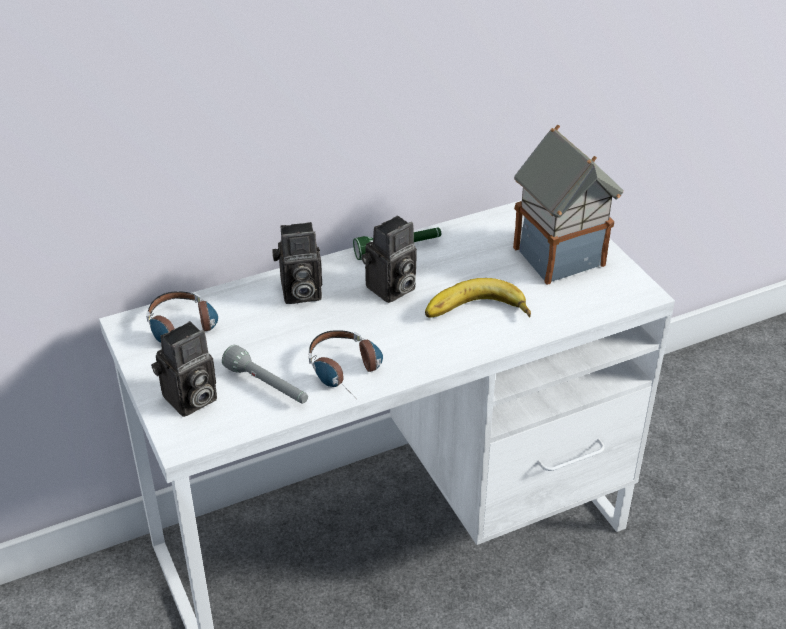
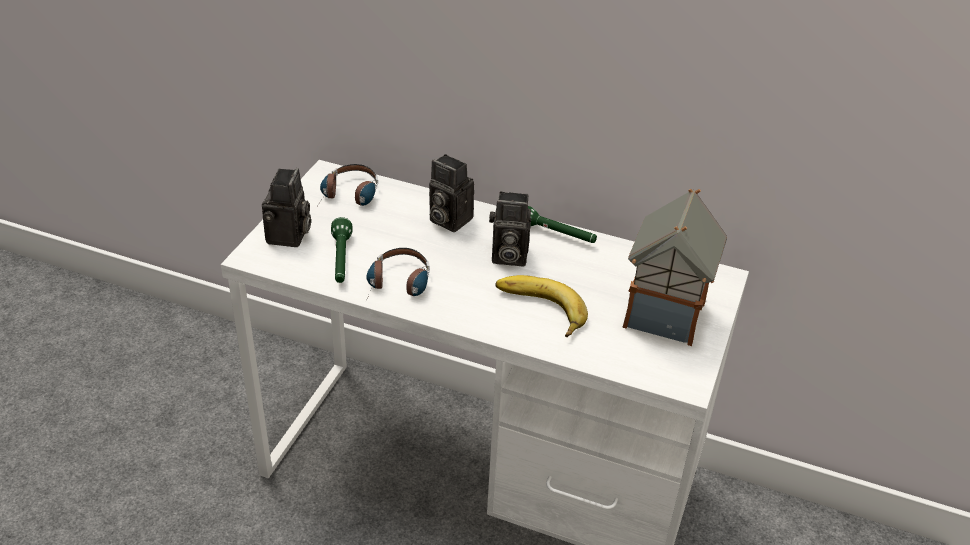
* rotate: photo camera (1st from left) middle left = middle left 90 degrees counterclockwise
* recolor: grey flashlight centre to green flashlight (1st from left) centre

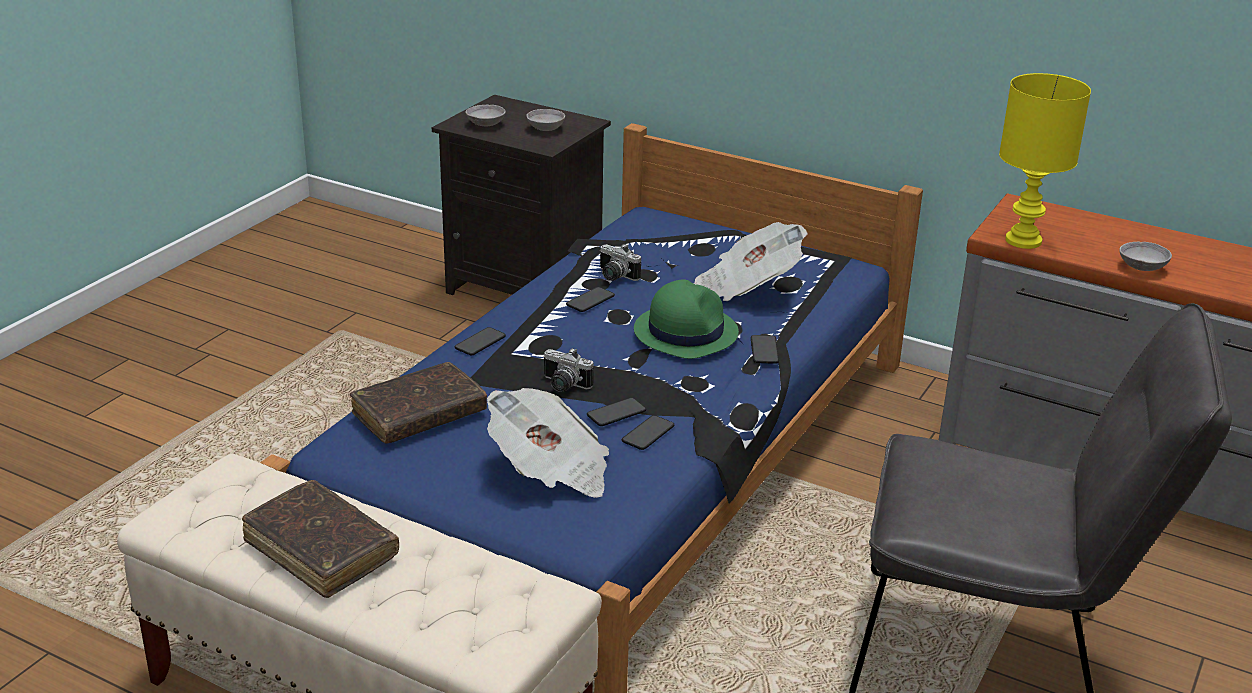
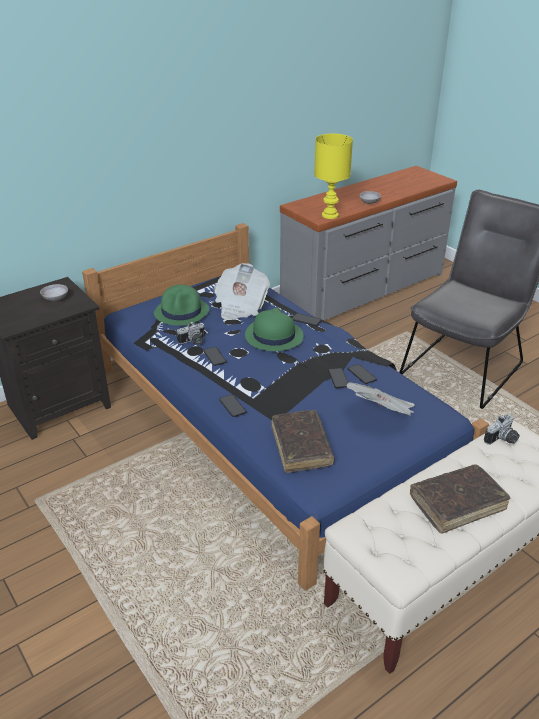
* insert: green hat (1st from left) centre
* move: photo camera (1st from left in the first image) centre to photo camera (2nd from left) middle right
* delete: grey bowl (1st from left) top centre

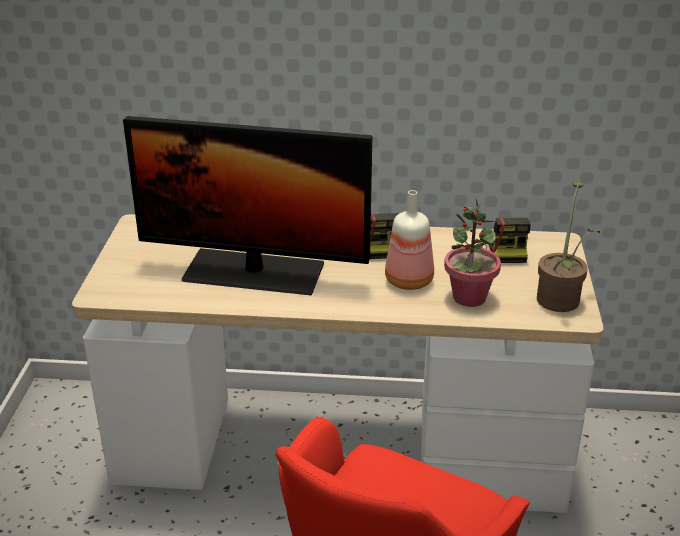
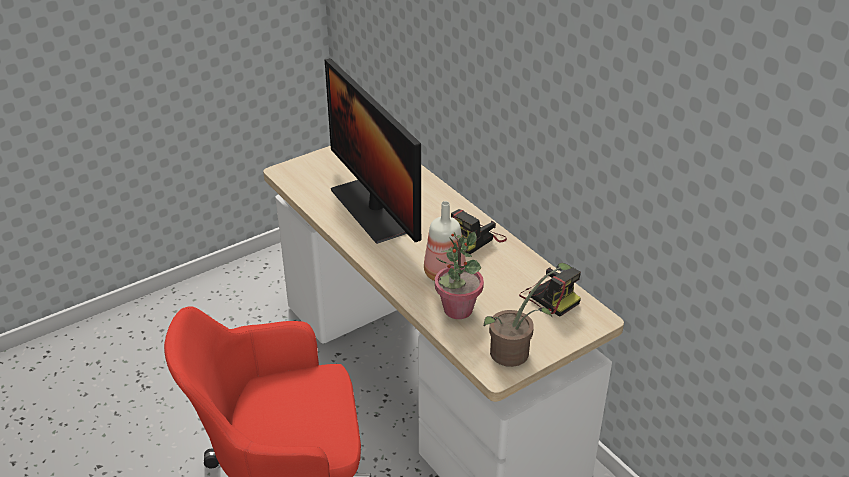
* rotate: photo camera (2nd from left) middle right = centre 90 degrees counterclockwise

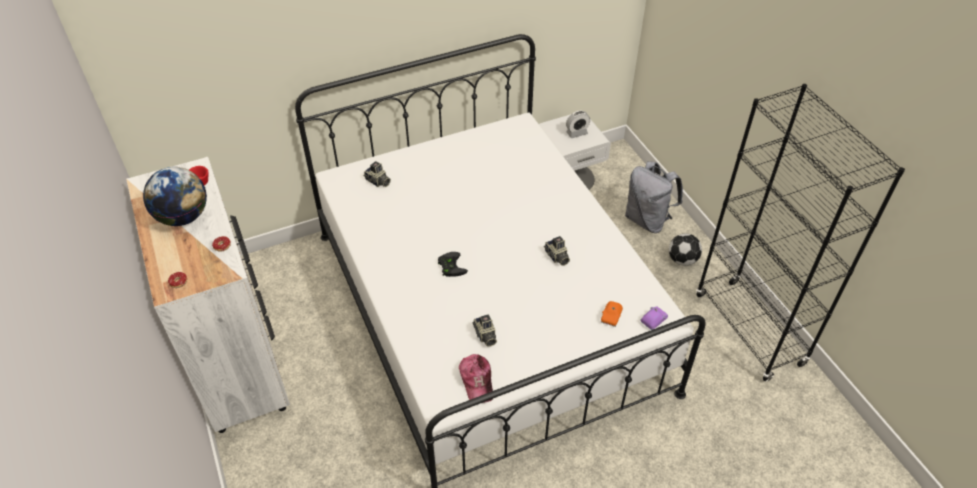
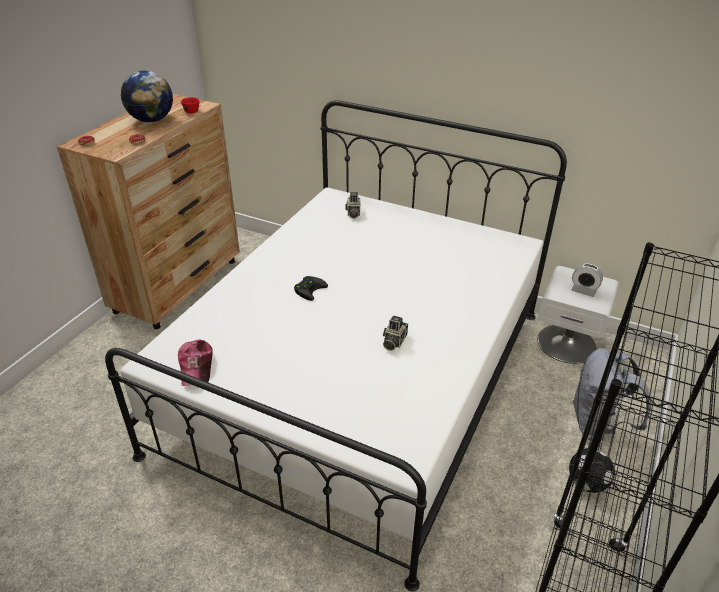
* recolor: white dresser middle left to brown dresser middle left
* rotate: cap bottom centre = middle left 45 degrees counterclockwise
* delete: photo camera (2nd from left) bottom centre
* delete: orange toy car centre
* delete: purple toy car middle right

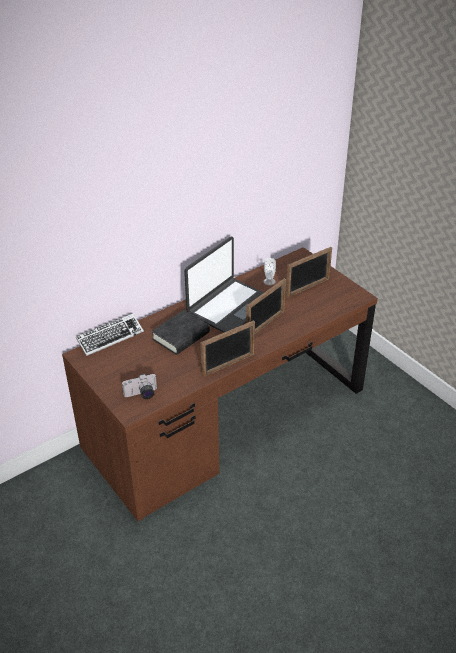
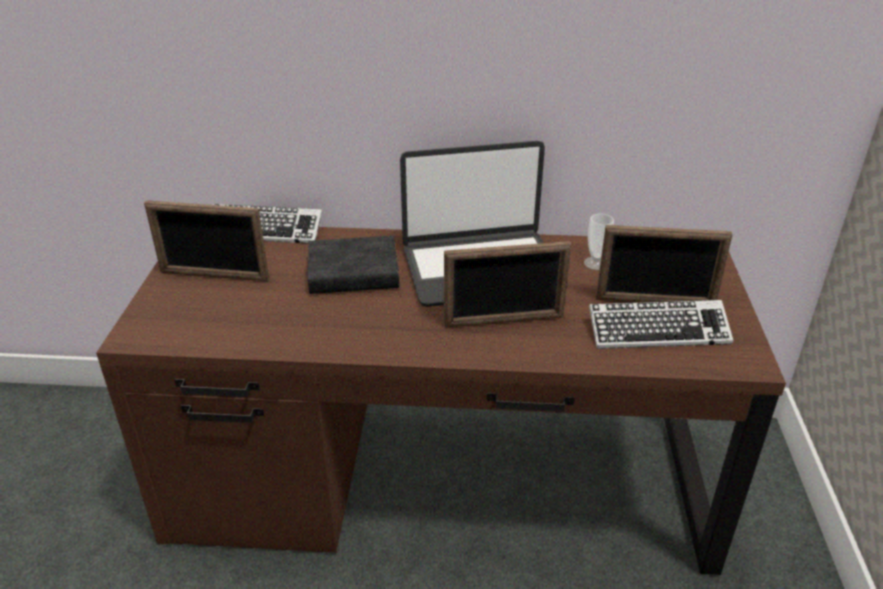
* move: picture frame (1st from left) centre to middle left
* insert: keyboard (2nd from left) middle right
* delete: photo camera middle left

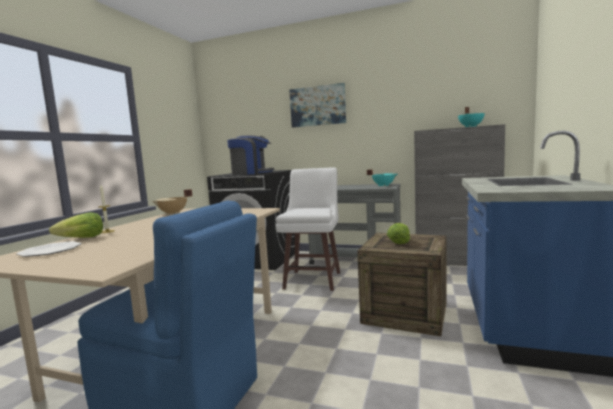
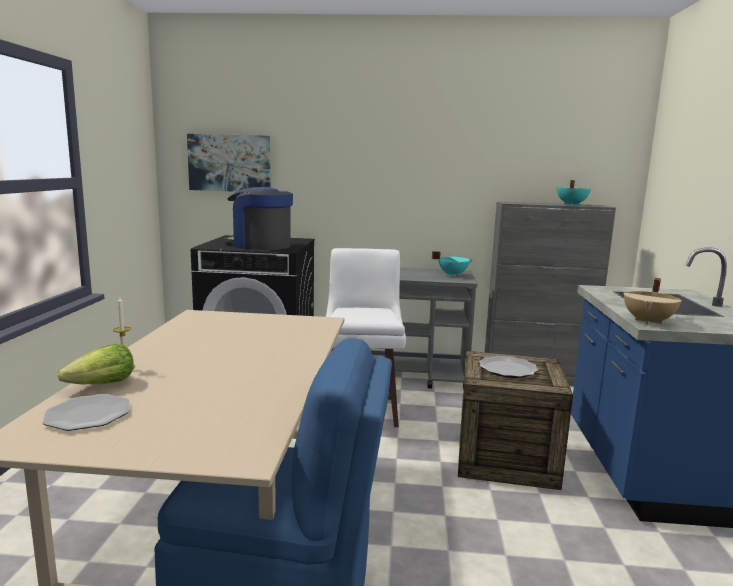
* move: picture top centre to top left
* rotate: coffee machine centre = centre 150 degrees counterclockwise
* replace: lettuce (2nd from left) centre to plate (2nd from left) middle right
* move: beige cooking pot middle left to middle right

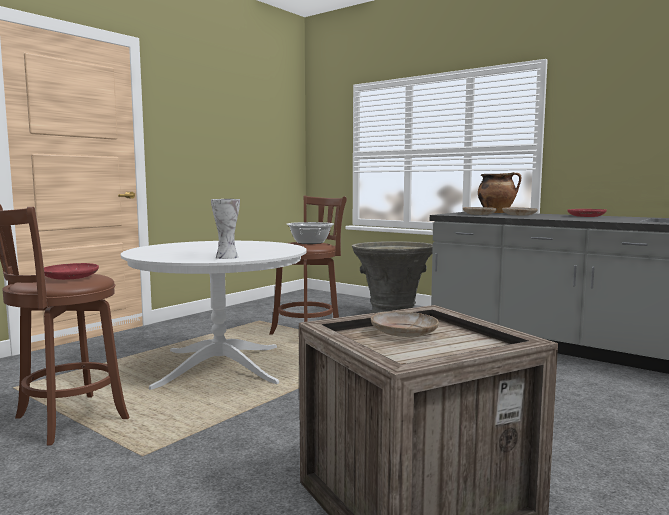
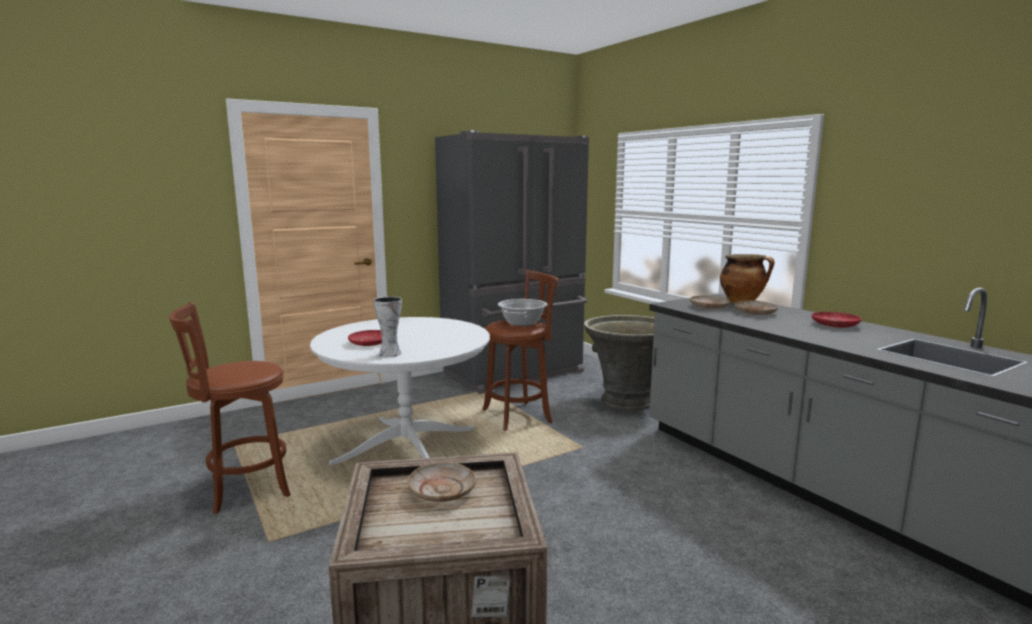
* move: red plate (1st from left) middle left to centre
* insert: grey fridge centre

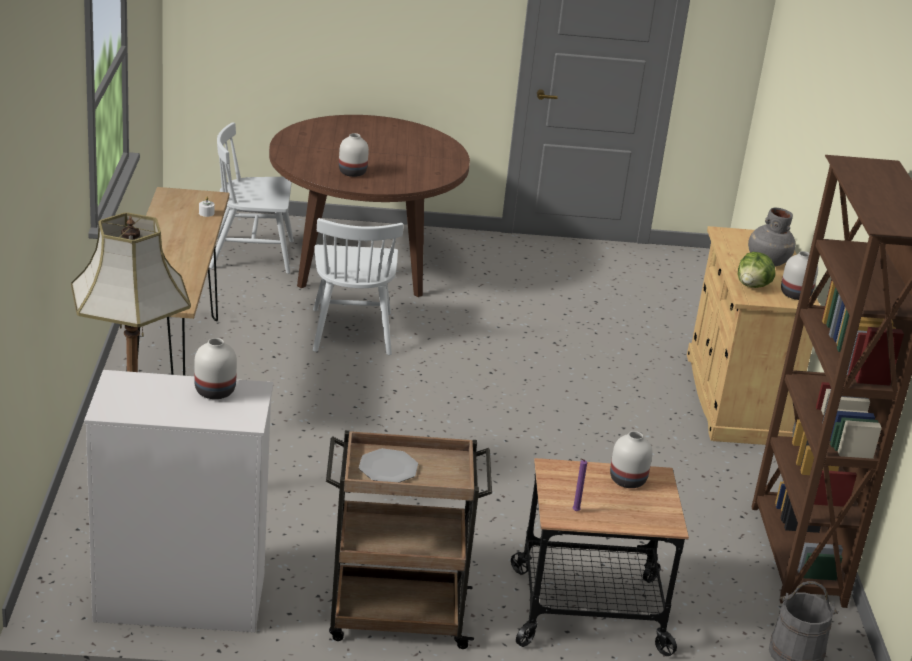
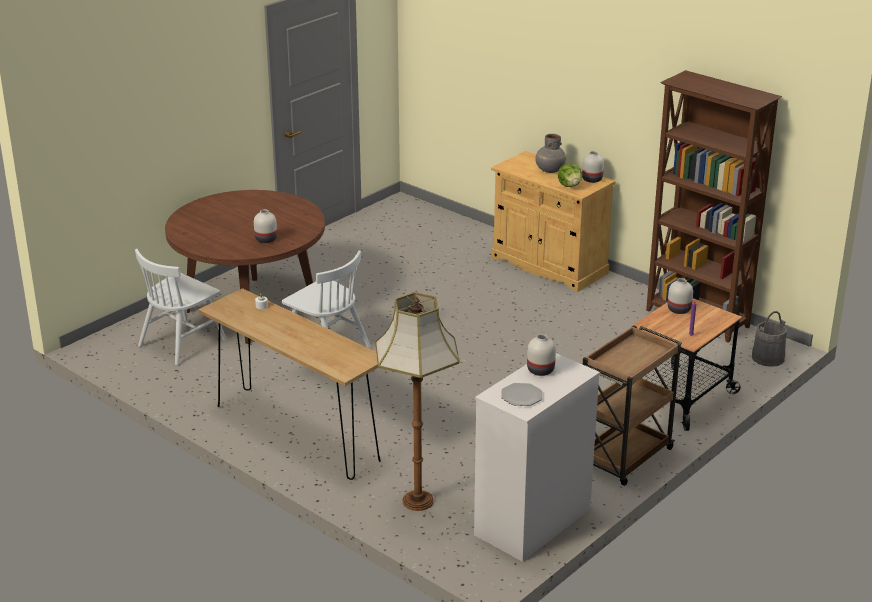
* move: plate bottom centre to centre

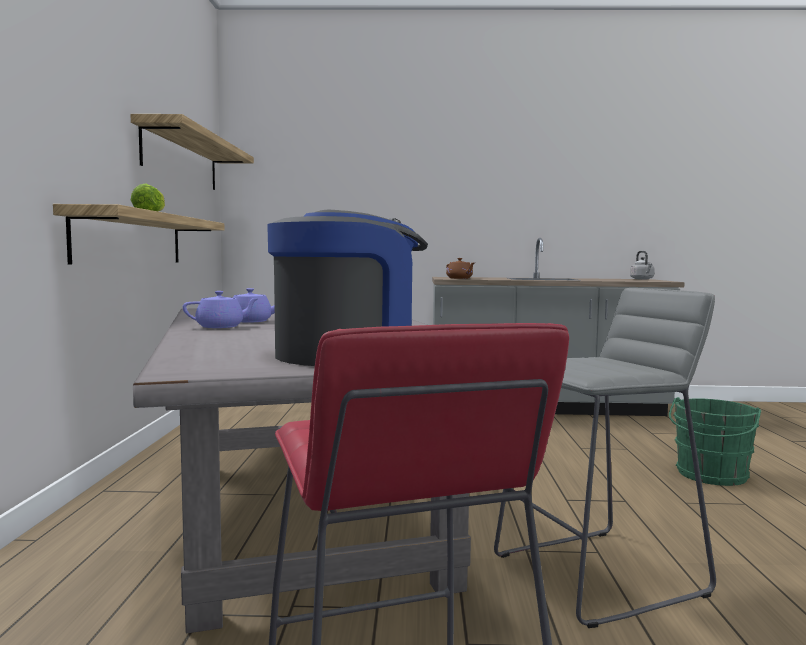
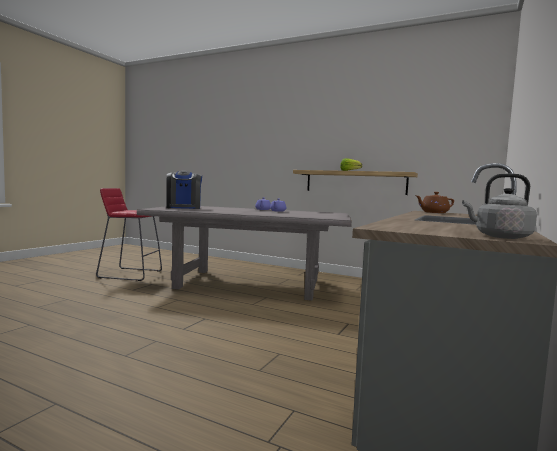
* delete: shelf (2nd from left) top left
* delete: grey stool bottom right
* delete: green bucket bottom right

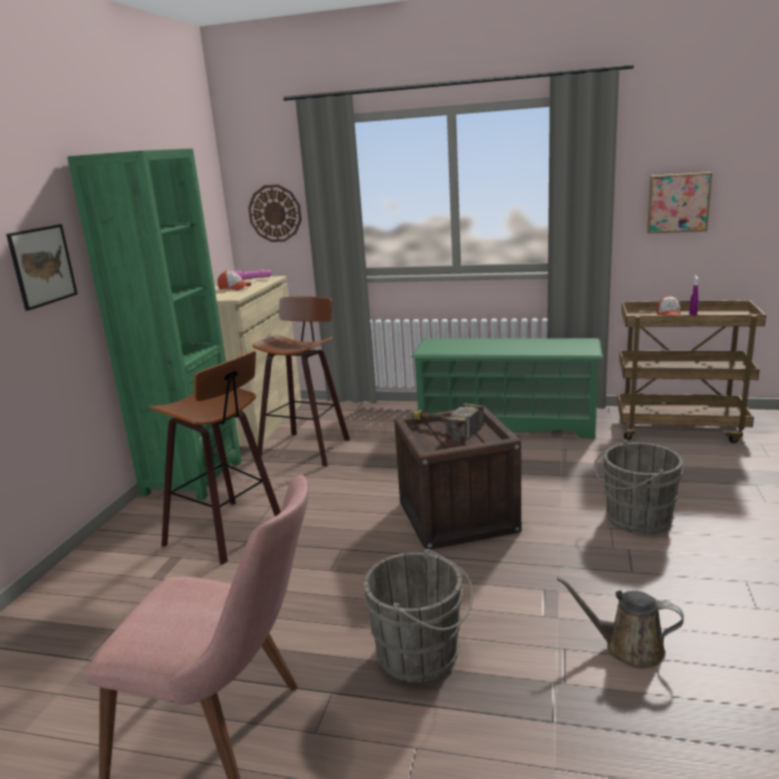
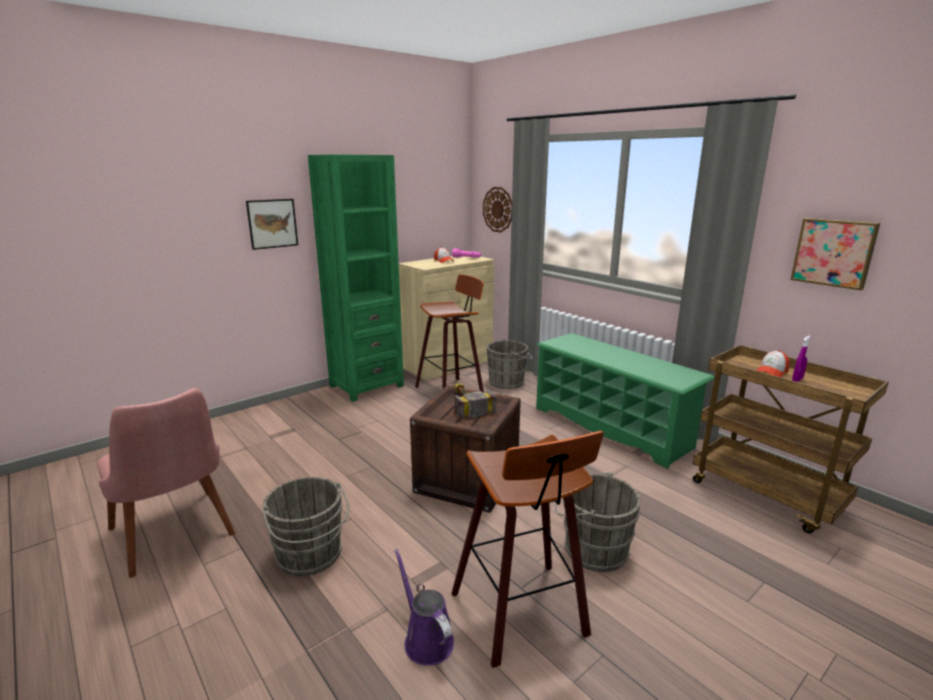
* recolor: brown watering can bottom right to purple watering can bottom centre
* move: stool (1st from left in the first image) middle left to stool (2nd from left) bottom centre
* insert: grey bucket (2nd from left) centre

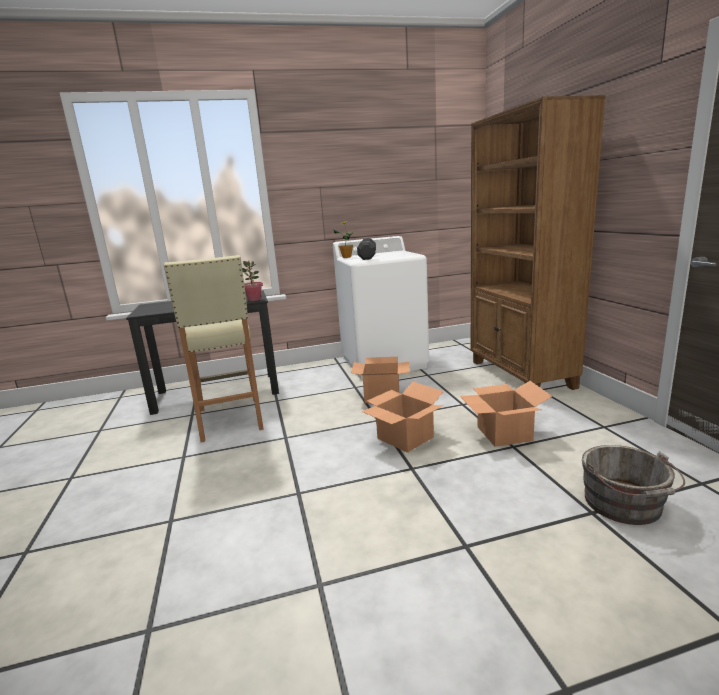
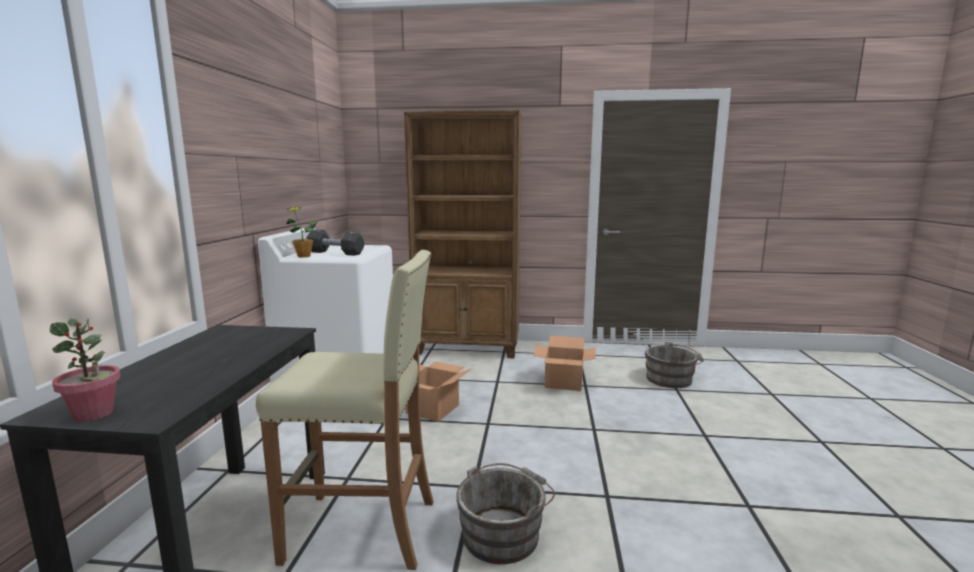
* move: potted plant (1st from left) centre to middle left
* insert: grey bucket (1st from left) bottom centre
* delete: cardboard box (2nd from left) centre

